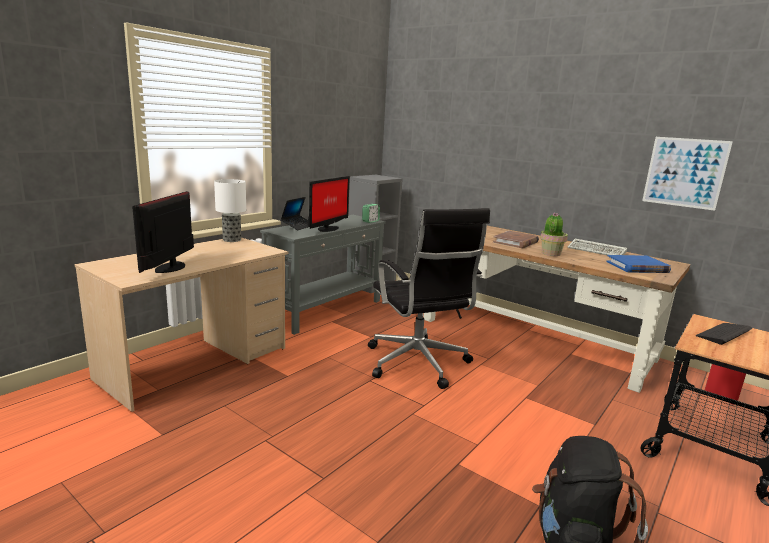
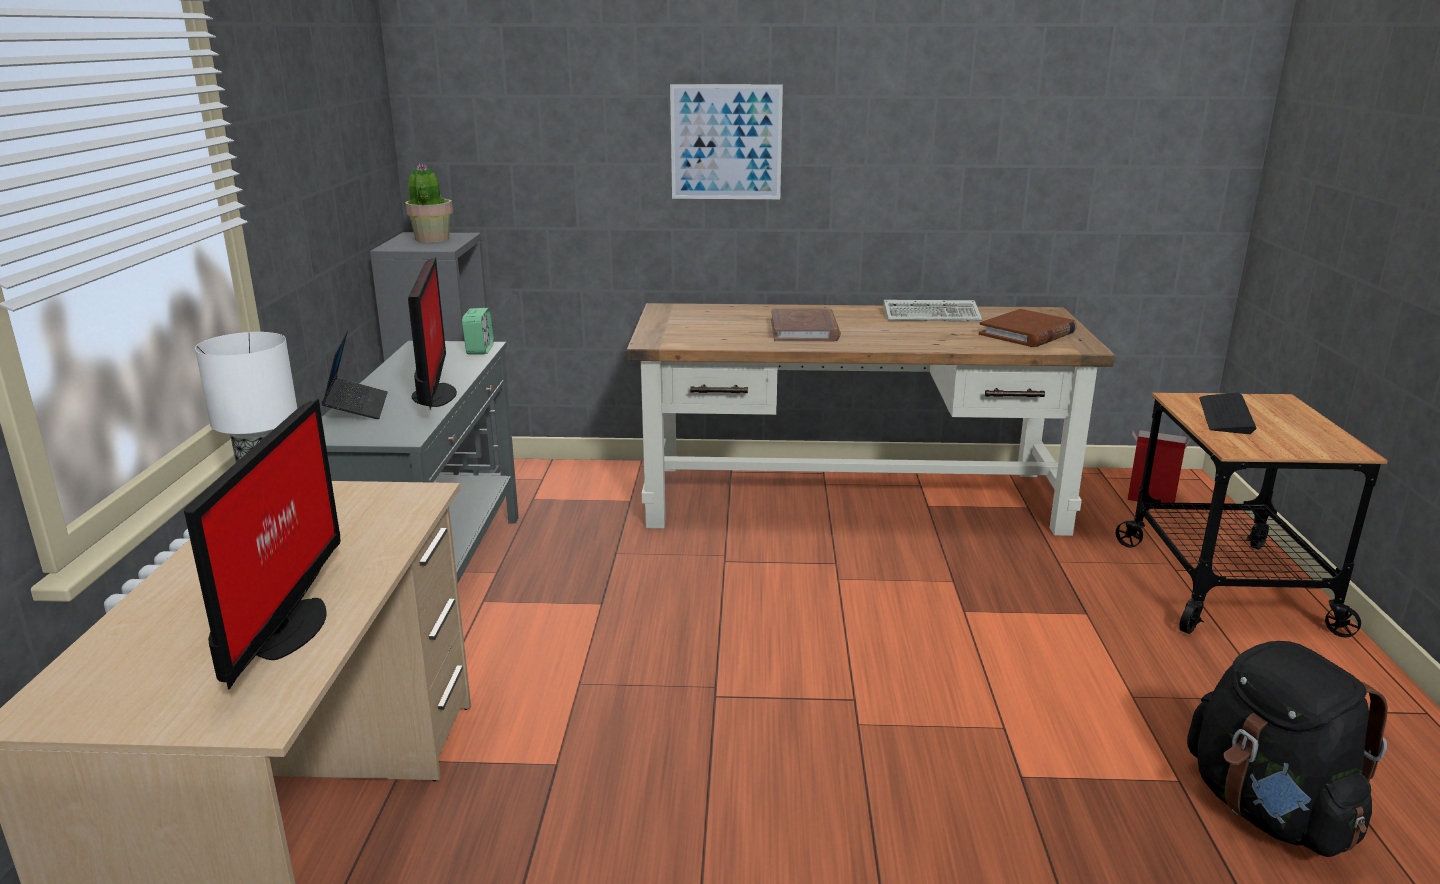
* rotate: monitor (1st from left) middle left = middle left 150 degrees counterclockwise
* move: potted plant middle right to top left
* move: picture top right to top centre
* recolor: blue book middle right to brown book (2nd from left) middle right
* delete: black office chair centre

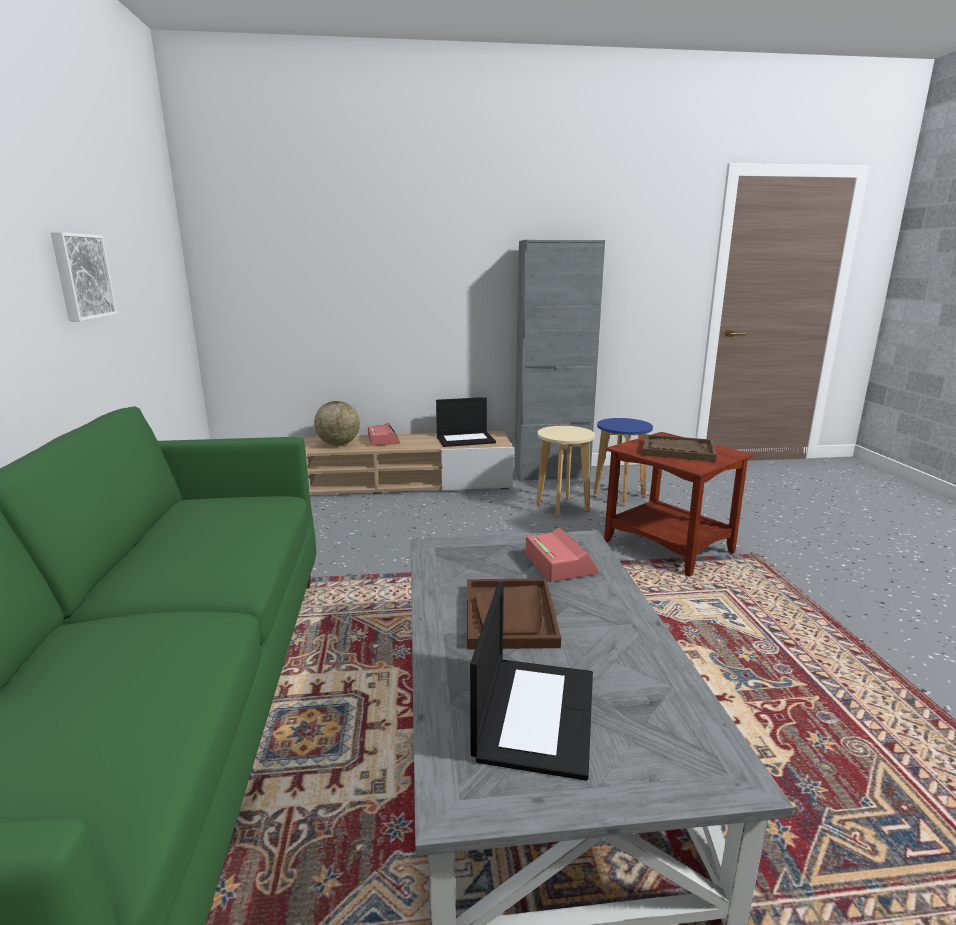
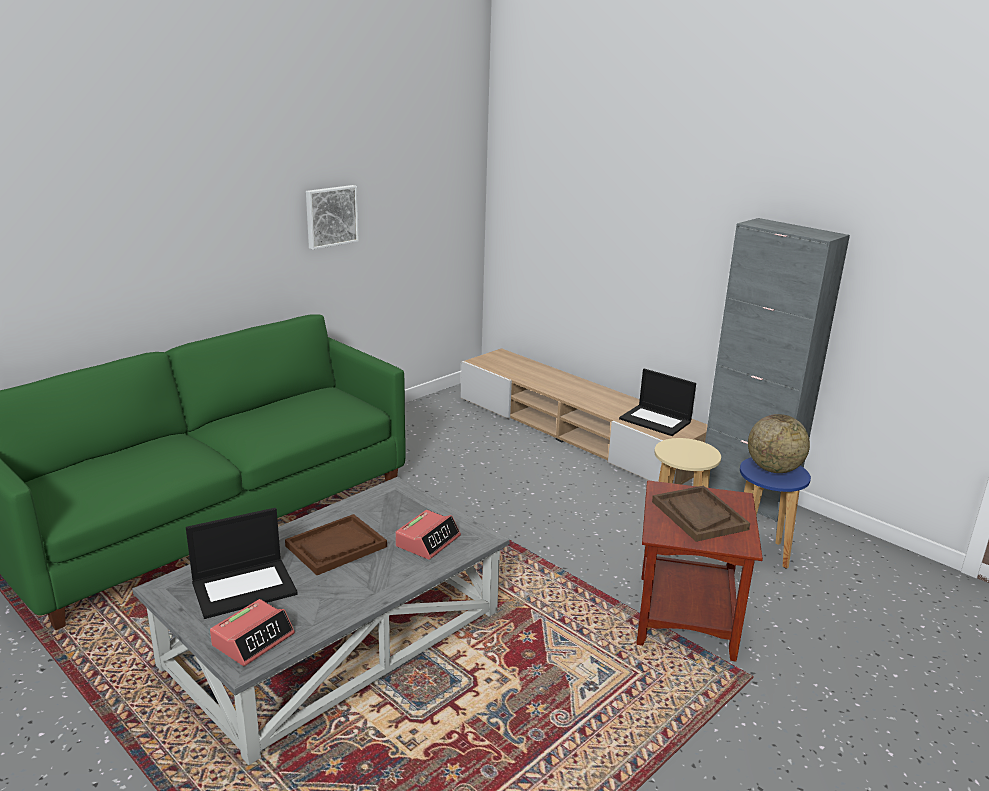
* move: alarm clock (1st from left) centre to bottom left
* move: globe centre to middle right

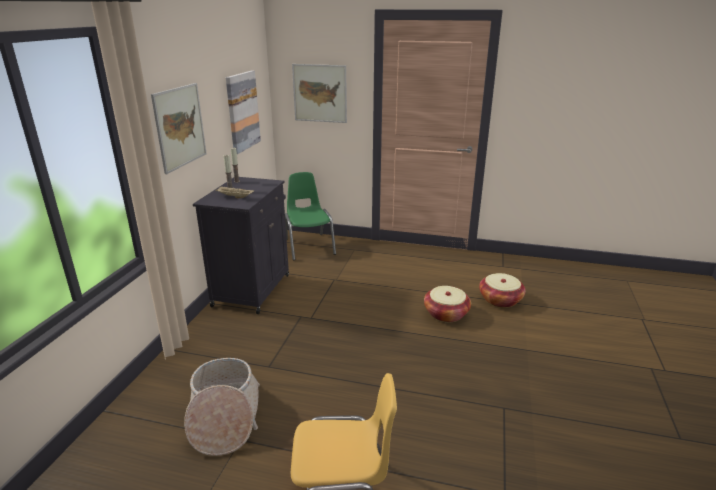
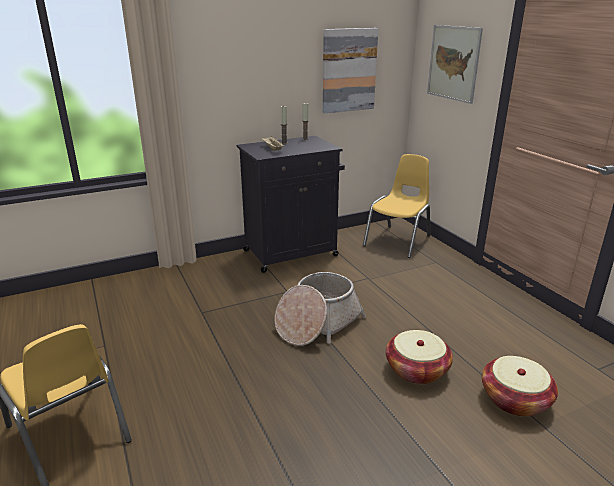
* move: basket (1st from left) bottom left to centre
* recolor: green chair centre to yellow chair (2nd from left) centre
* delete: picture (1st from left) top left

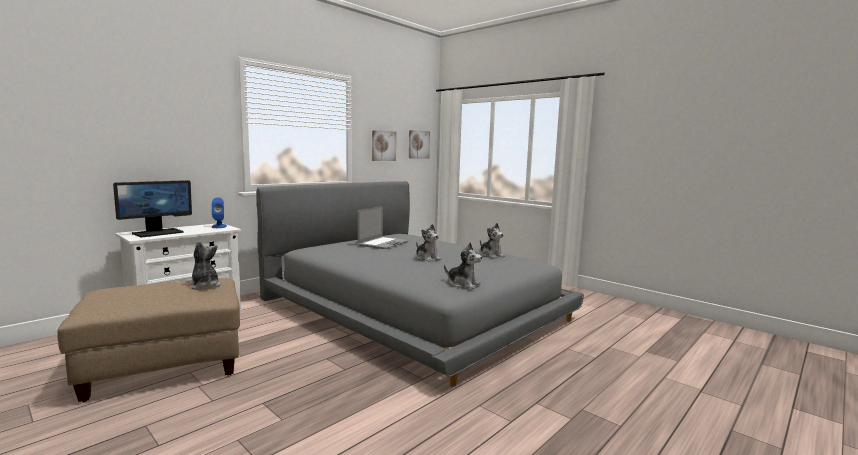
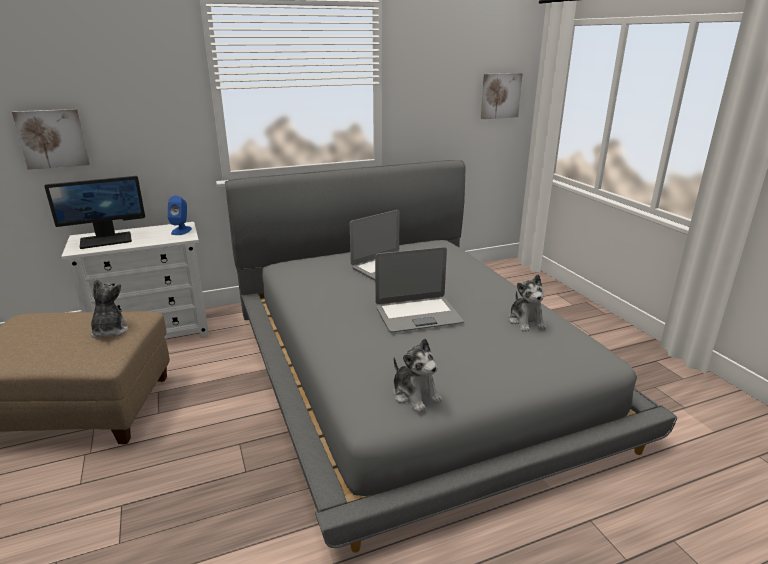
* move: picture (1st from left) top centre to top left
* replace: plush toy (2nd from left) centre to laptop (2nd from left) centre

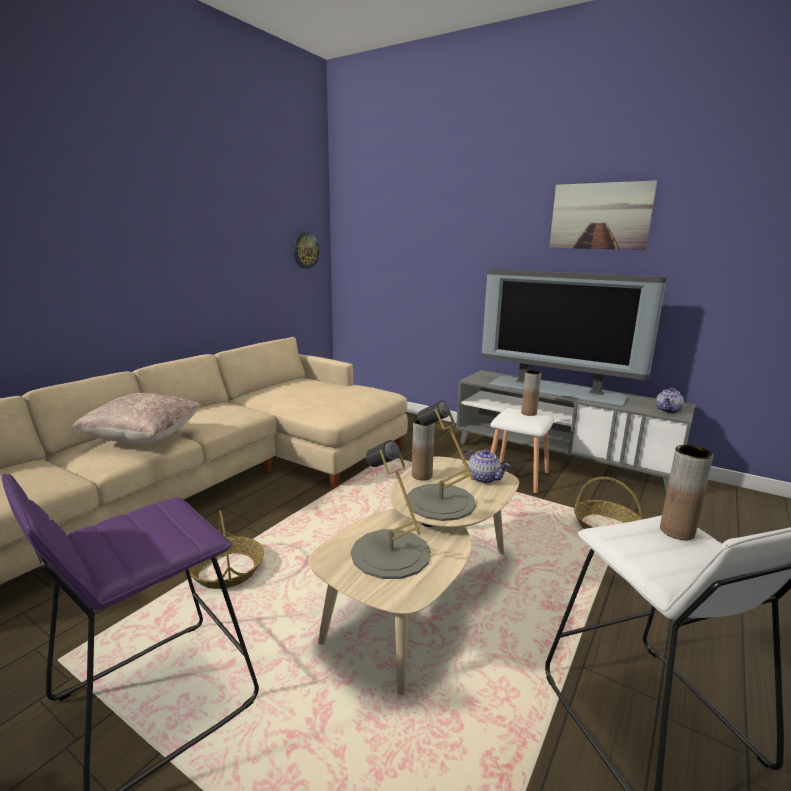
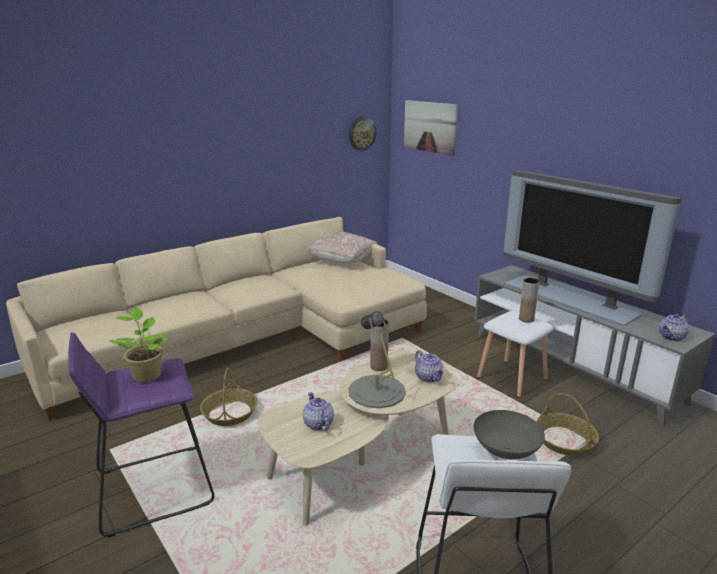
* insert: potted plant middle left
* replace: grey table lamp (1st from left) centre to teapot (1st from left) bottom centre
* move: beige pillow middle left to centre
* move: picture top right to top centre
* replace: brown vase (3rd from left) middle right to grey bowl bottom right

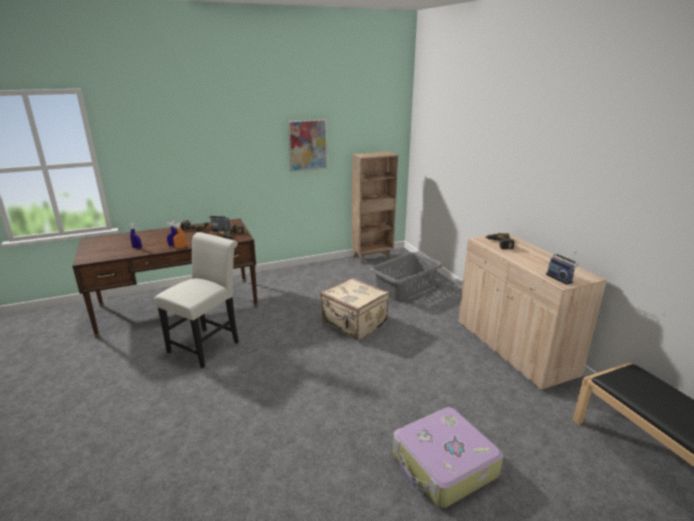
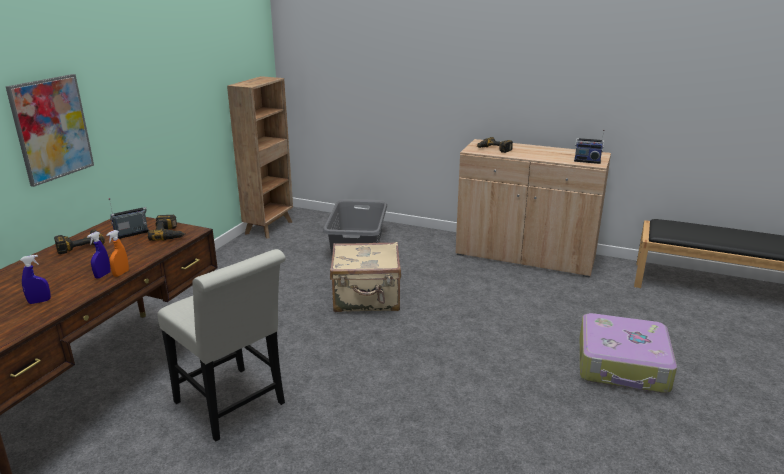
* move: picture top centre to top left
* rotate: white chair middle left = bottom left 150 degrees clockwise

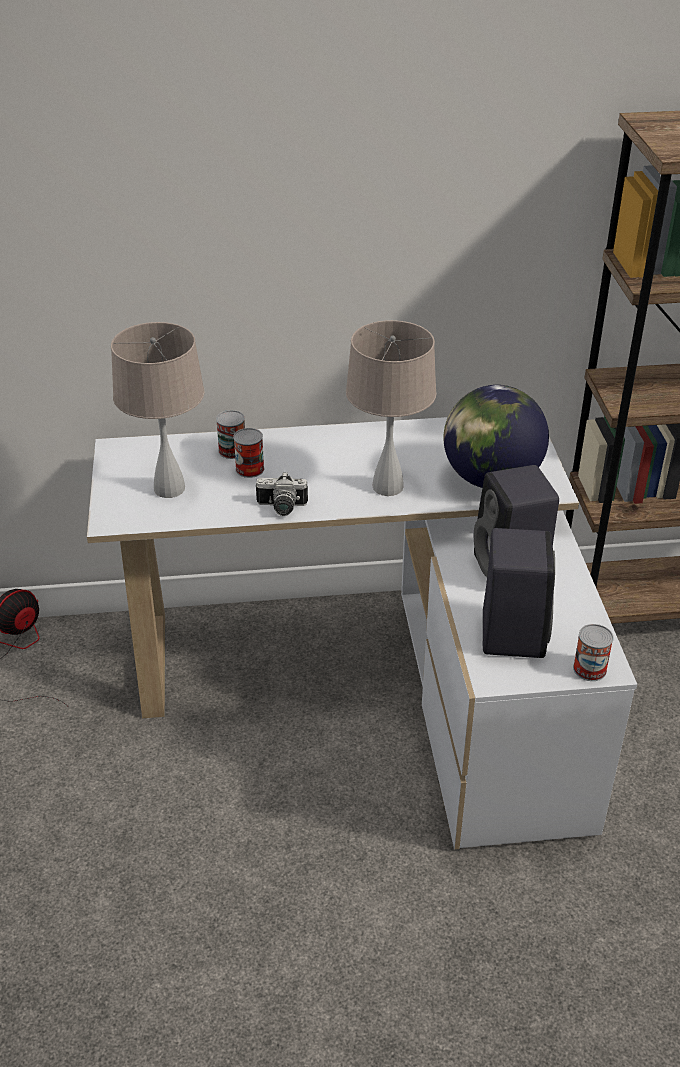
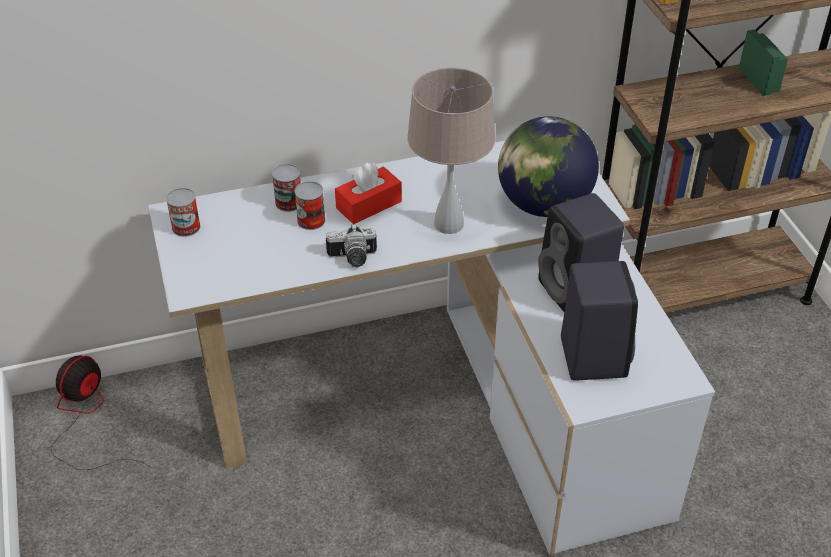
* move: can (3rd from left in the first image) middle right to can (1st from left) middle left
* insert: red tissue box centre
* delete: beige table lamp (1st from left) middle left

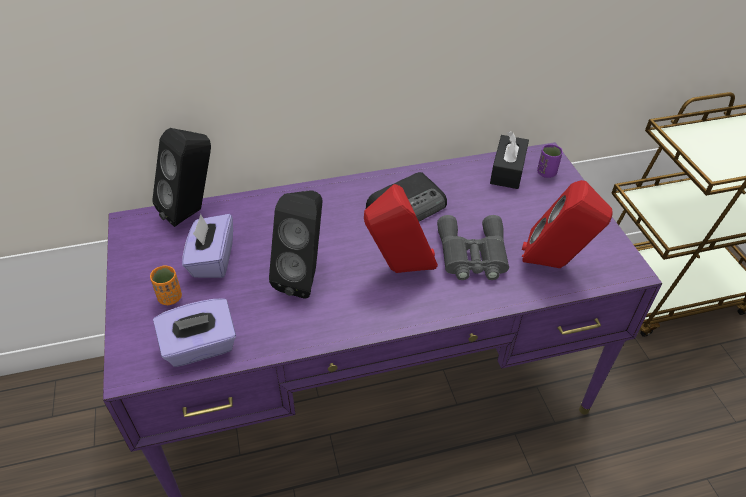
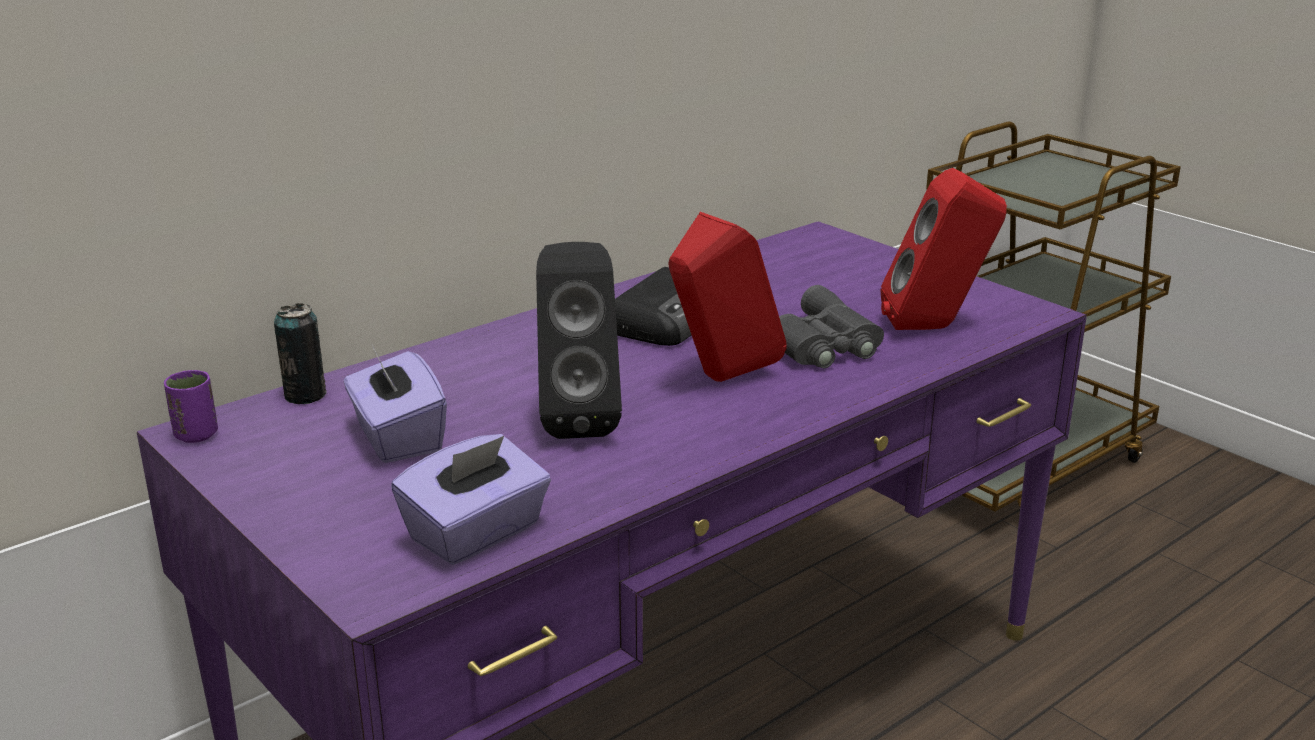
* move: purple cup top right to middle left
* replace: black speaker (1st from left) middle left to can middle left
* delete: orange cup middle left
* delete: black tissue box top right

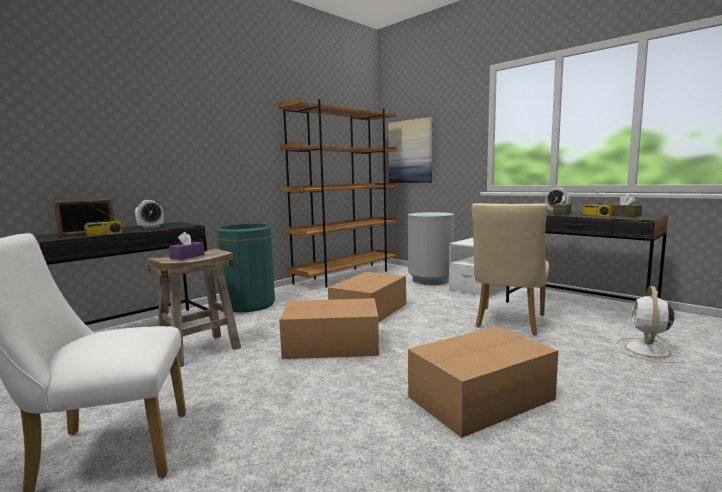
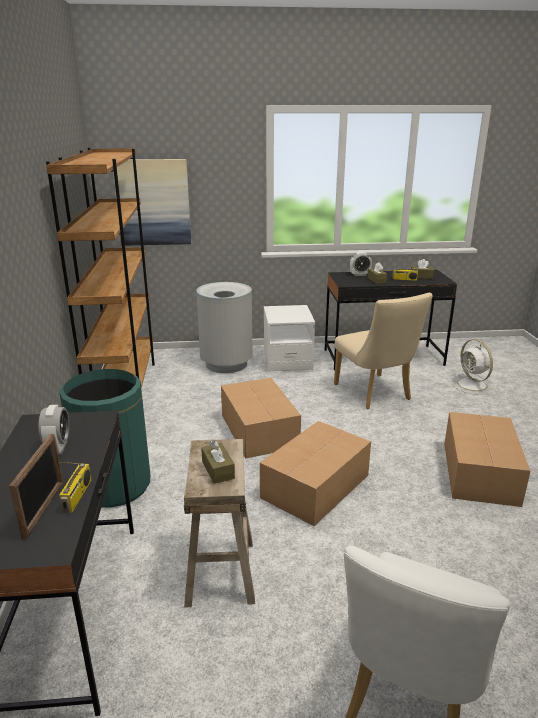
* recolor: purple tissue box middle left to brown tissue box (1st from left) centre

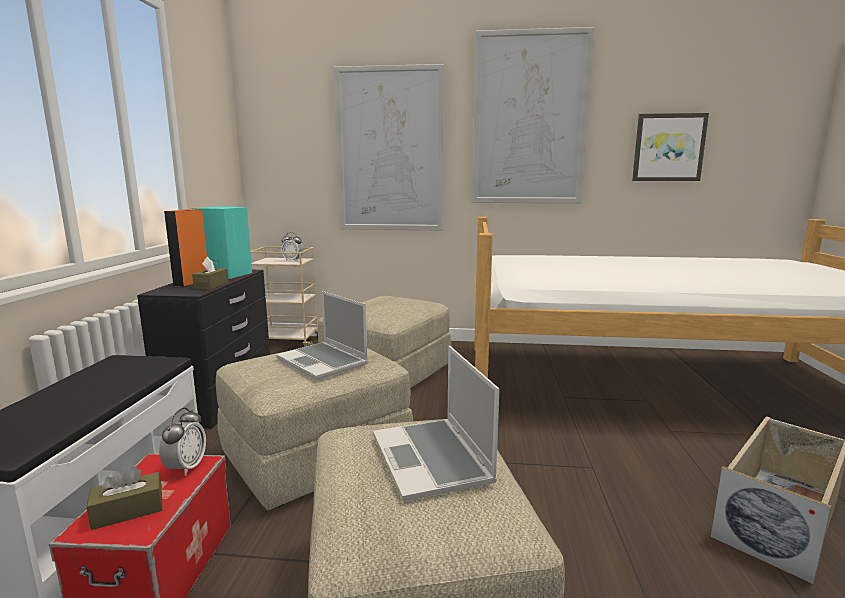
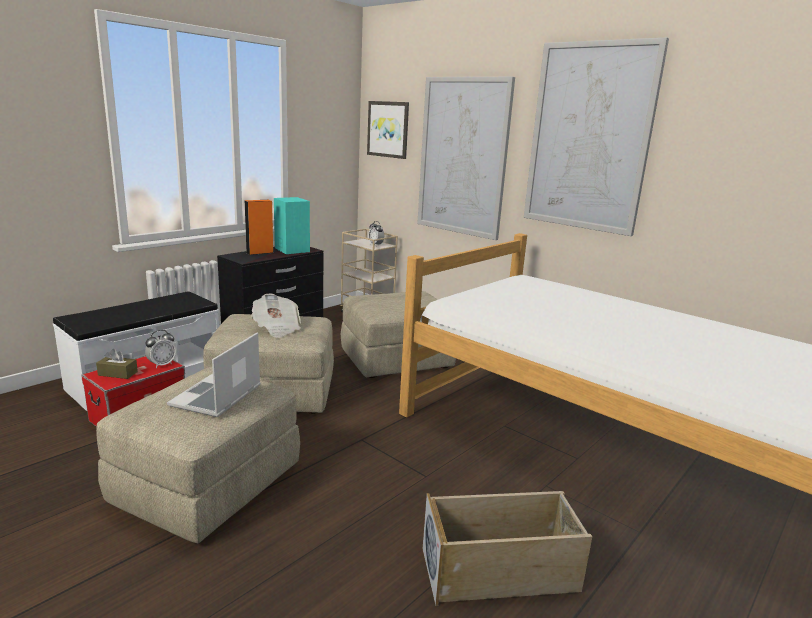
* replace: laptop (1st from left) centre to newspaper centre
* move: picture (3rd from left in the first image) top right to picture (1st from left) top centre
* delete: brown tissue box (2nd from left) middle left

